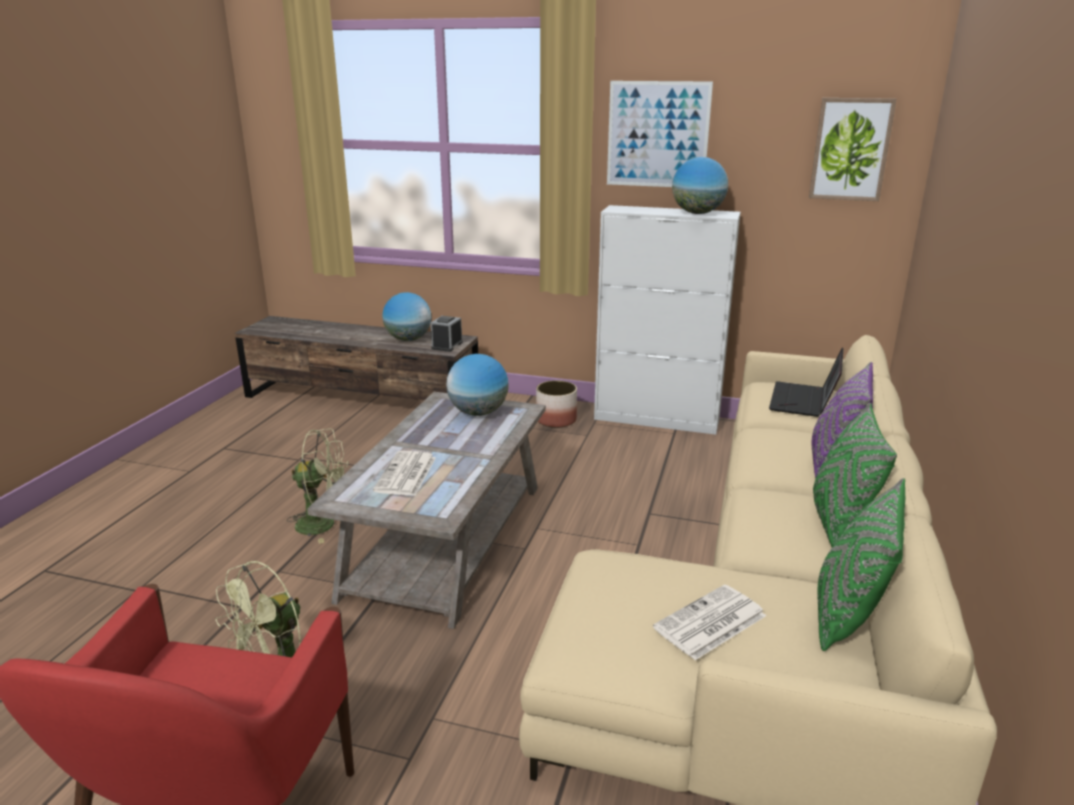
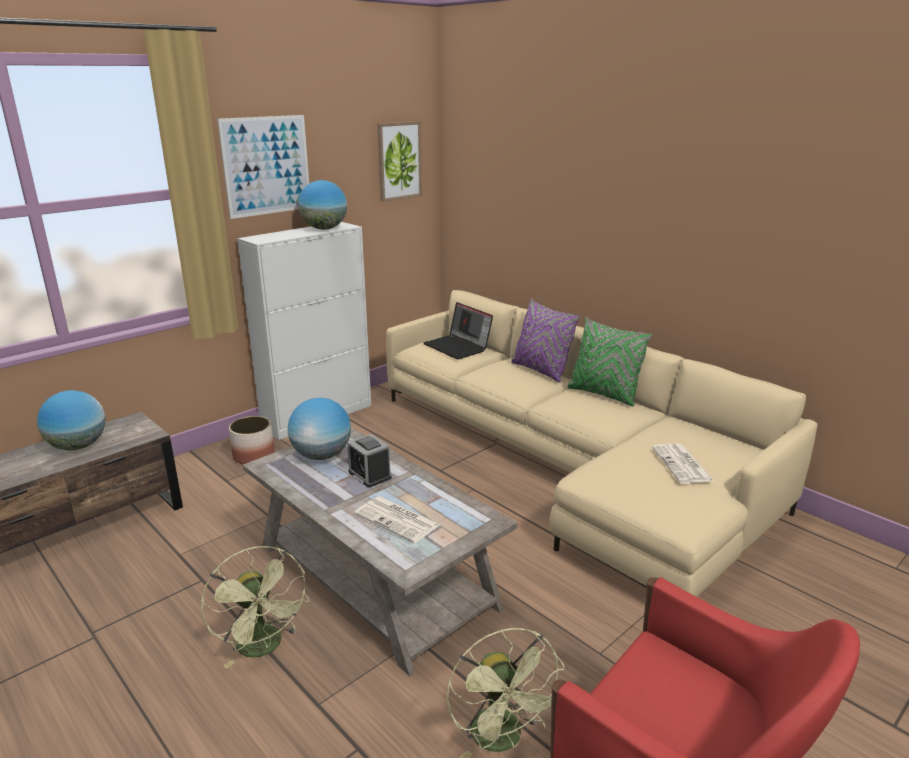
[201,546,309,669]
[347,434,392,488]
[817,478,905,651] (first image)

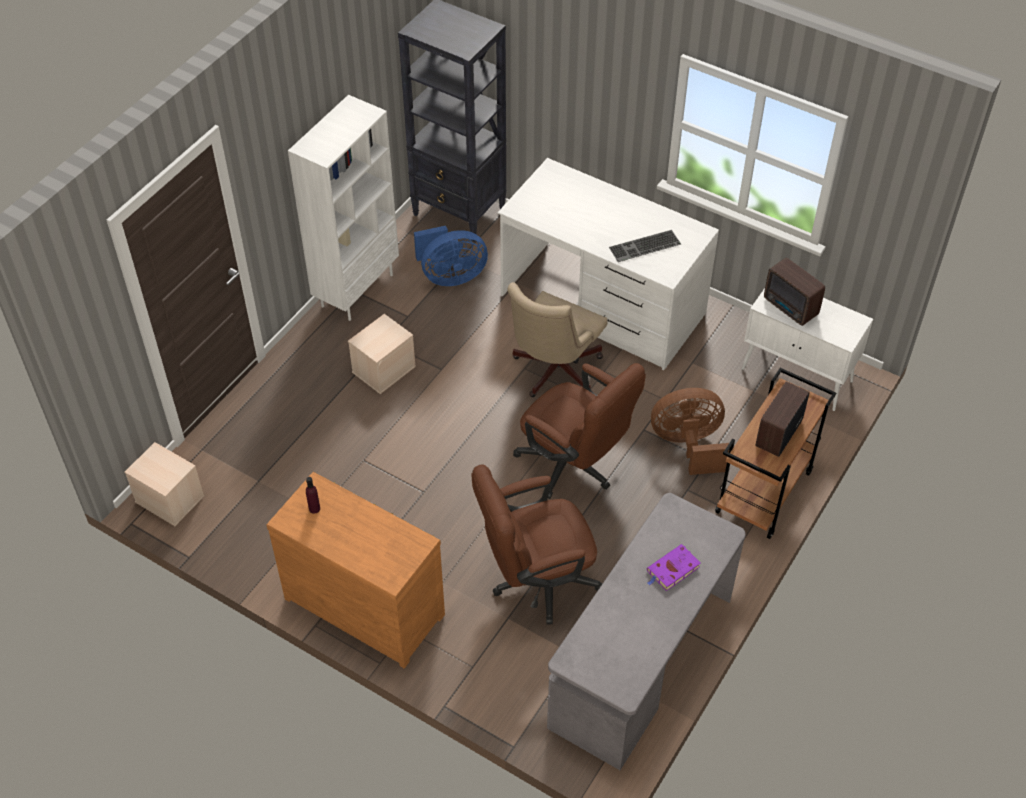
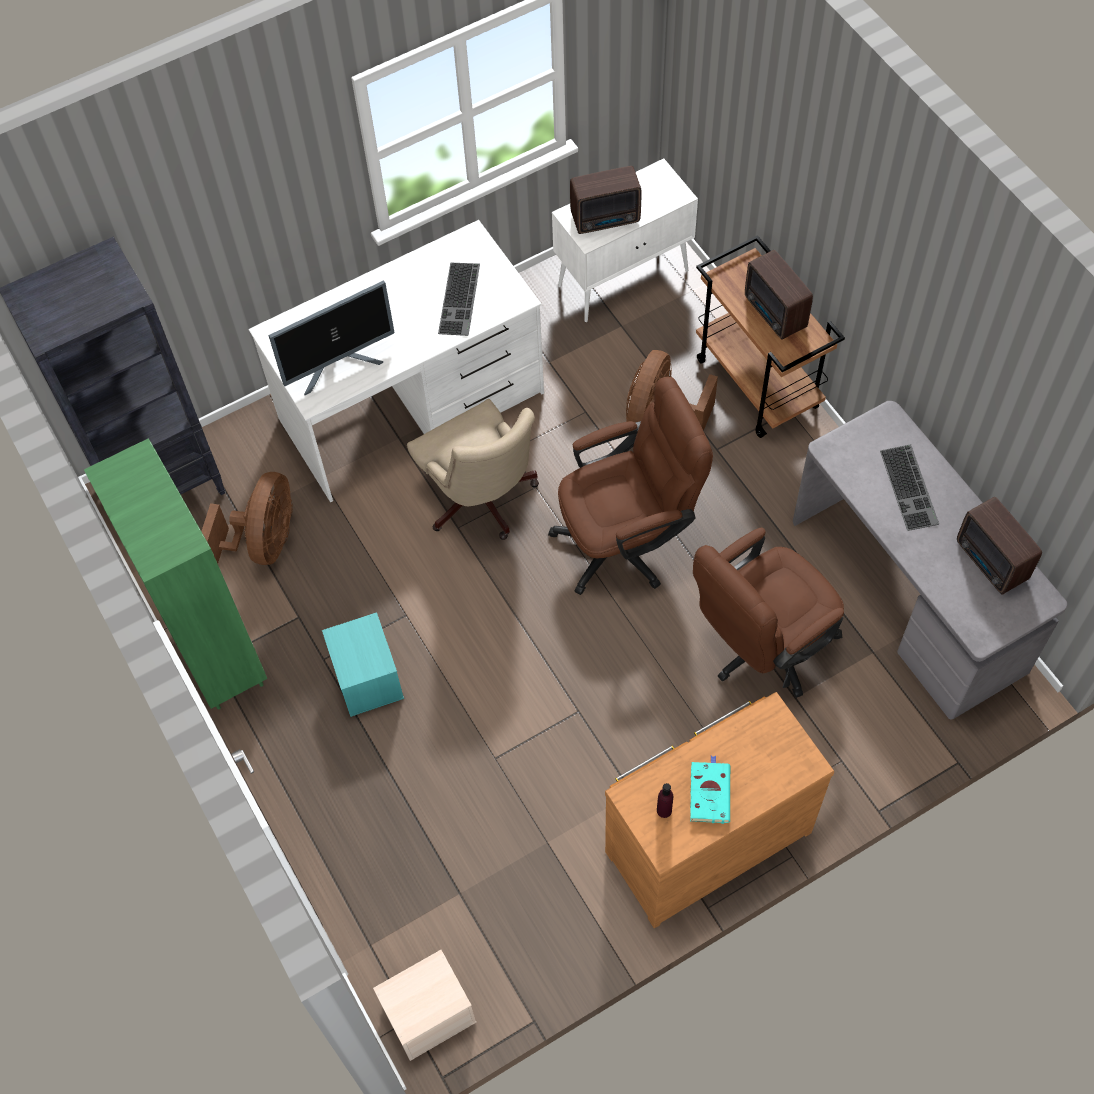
[84,439,267,710]
[201,472,293,565]
[269,281,395,395]
[322,612,404,717]
[690,756,730,824]
[693,528,844,698]
[880,444,939,531]
[957,497,1042,595]

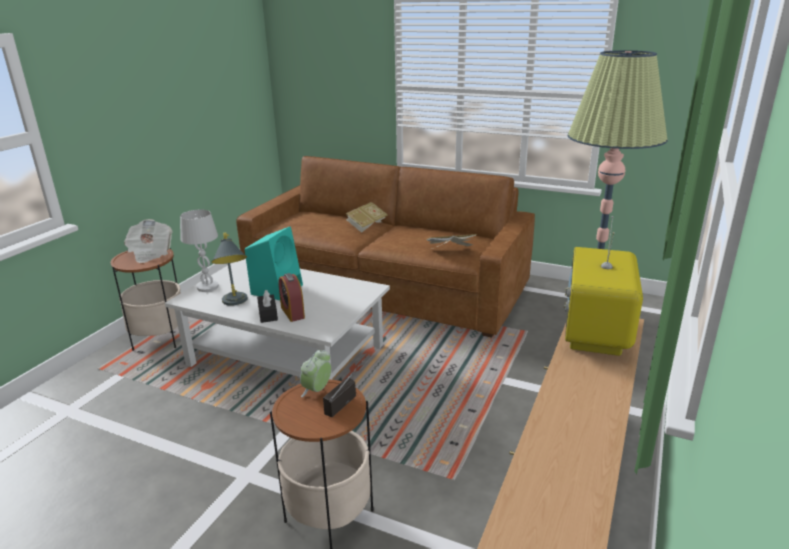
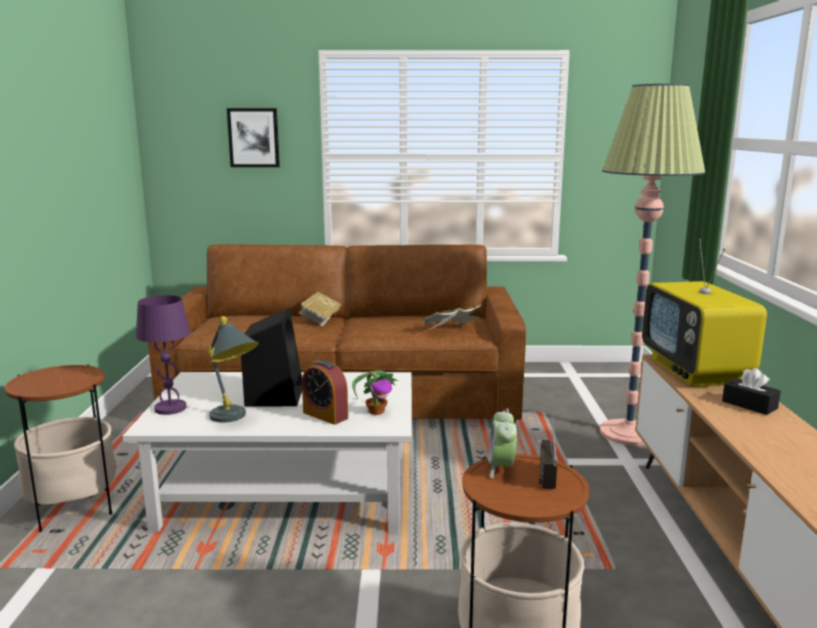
[136,295,190,415]
[227,108,280,167]
[241,307,302,407]
[352,370,398,415]
[722,368,781,415]
[124,219,173,263] (first image)

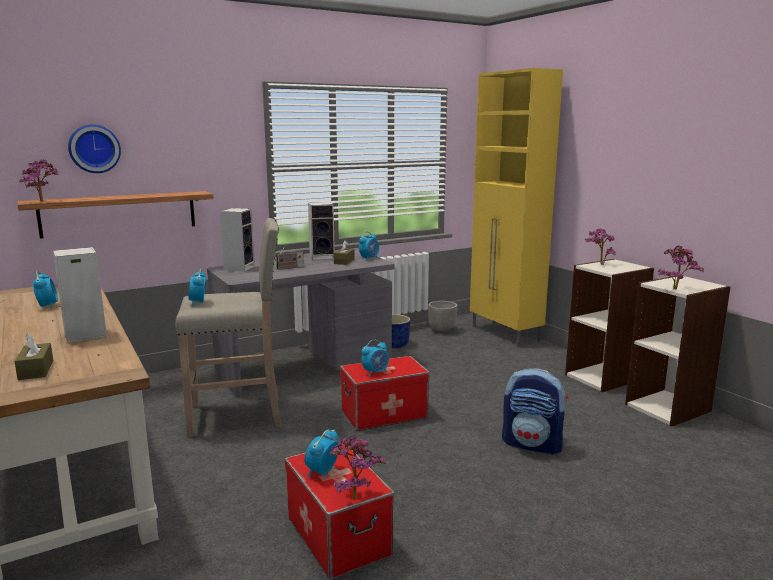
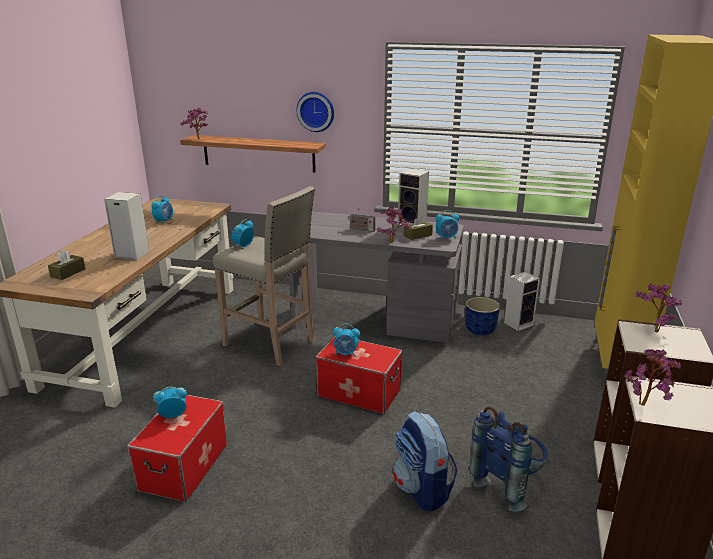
[296,92,334,132]
[377,206,411,243]
[469,406,548,512]
[504,272,540,331]
[428,301,458,333] (first image)

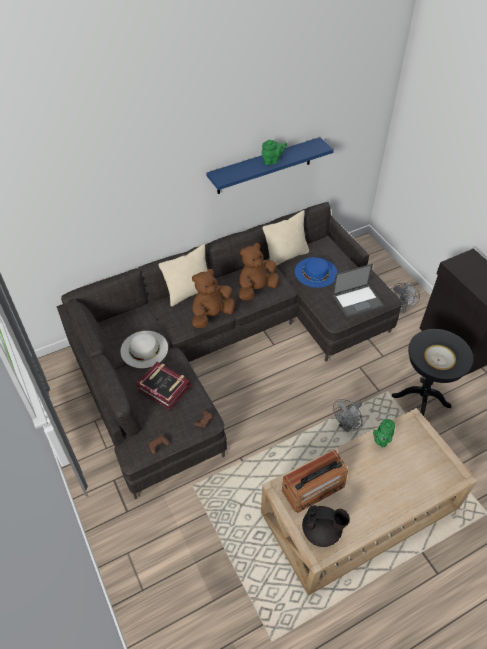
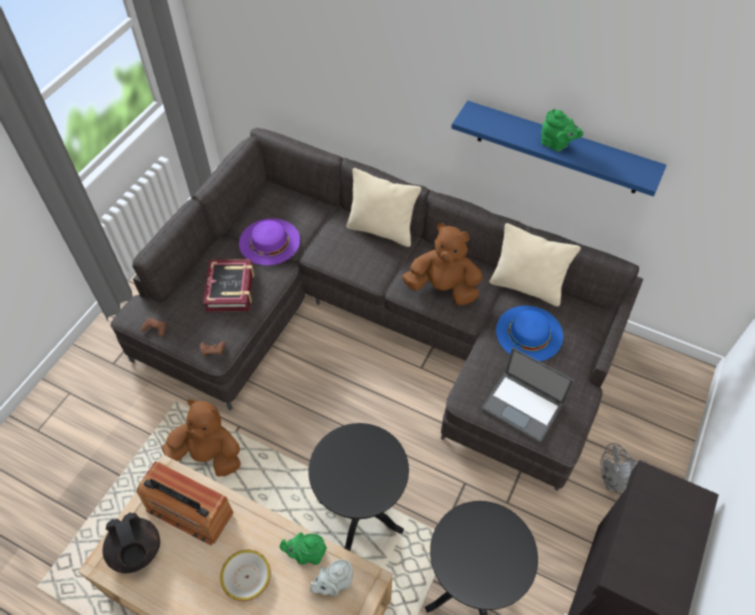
[162,399,241,476]
[220,549,271,601]
[239,218,300,265]
[308,423,409,551]
[310,559,353,596]

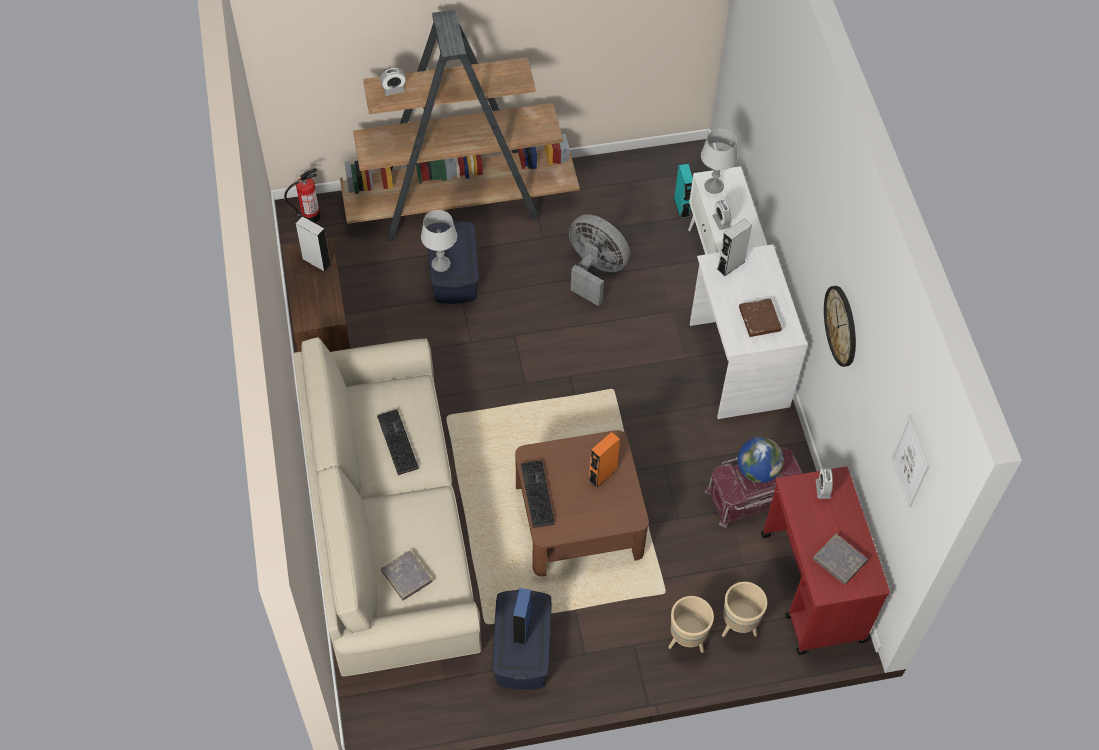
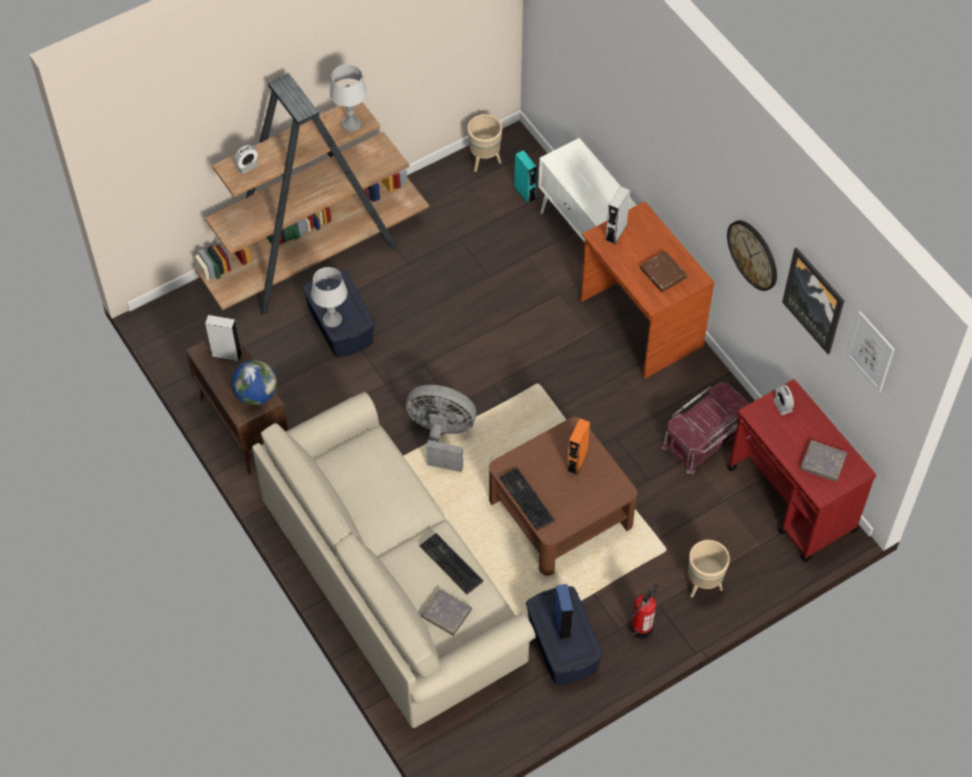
[232,360,277,405]
[330,64,367,132]
[406,385,476,472]
[420,533,483,594]
[467,114,502,172]
[581,201,714,379]
[628,583,658,639]
[782,247,844,354]
[713,200,731,230] (first image)

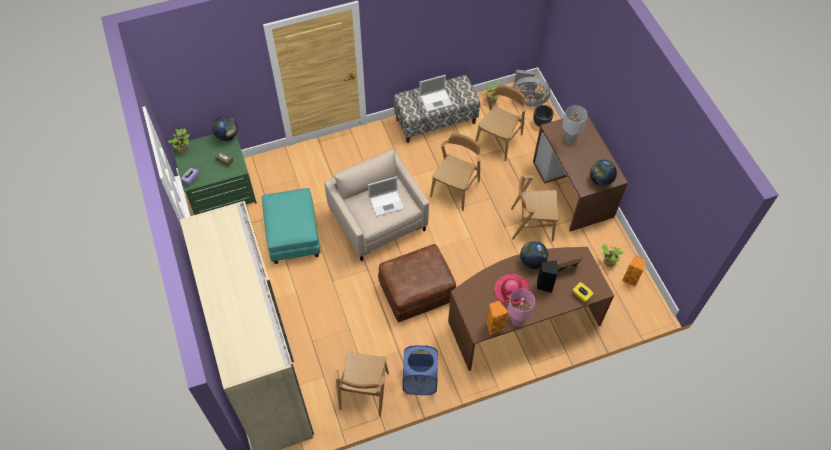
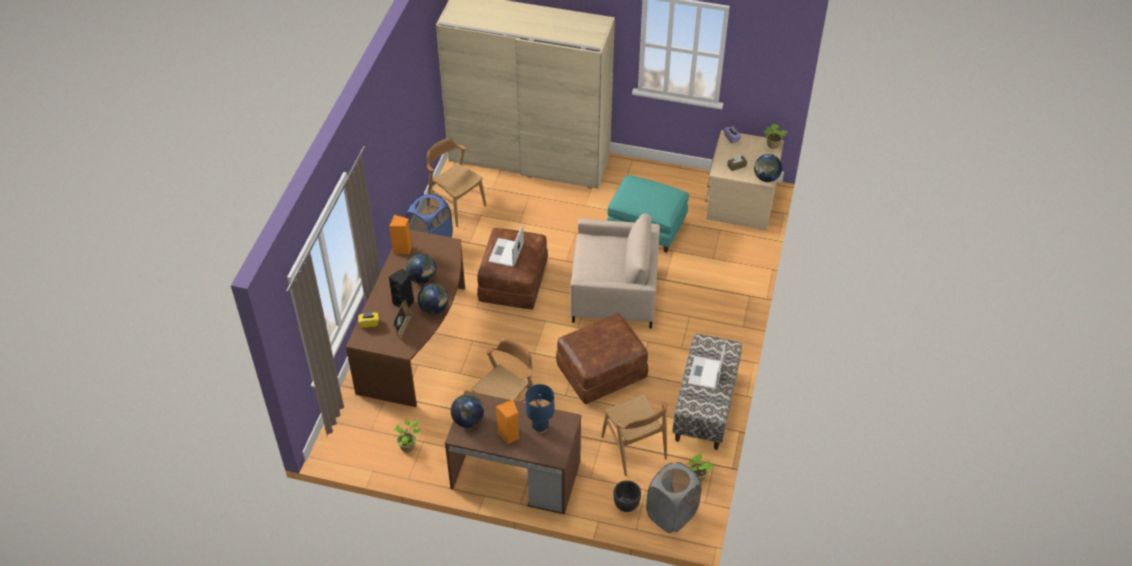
[406,253,436,284]
[488,225,524,267]
[496,399,519,444]
[525,384,554,434]
[556,313,648,404]
[646,462,702,533]
[705,130,784,230]
[508,289,535,326] (first image)

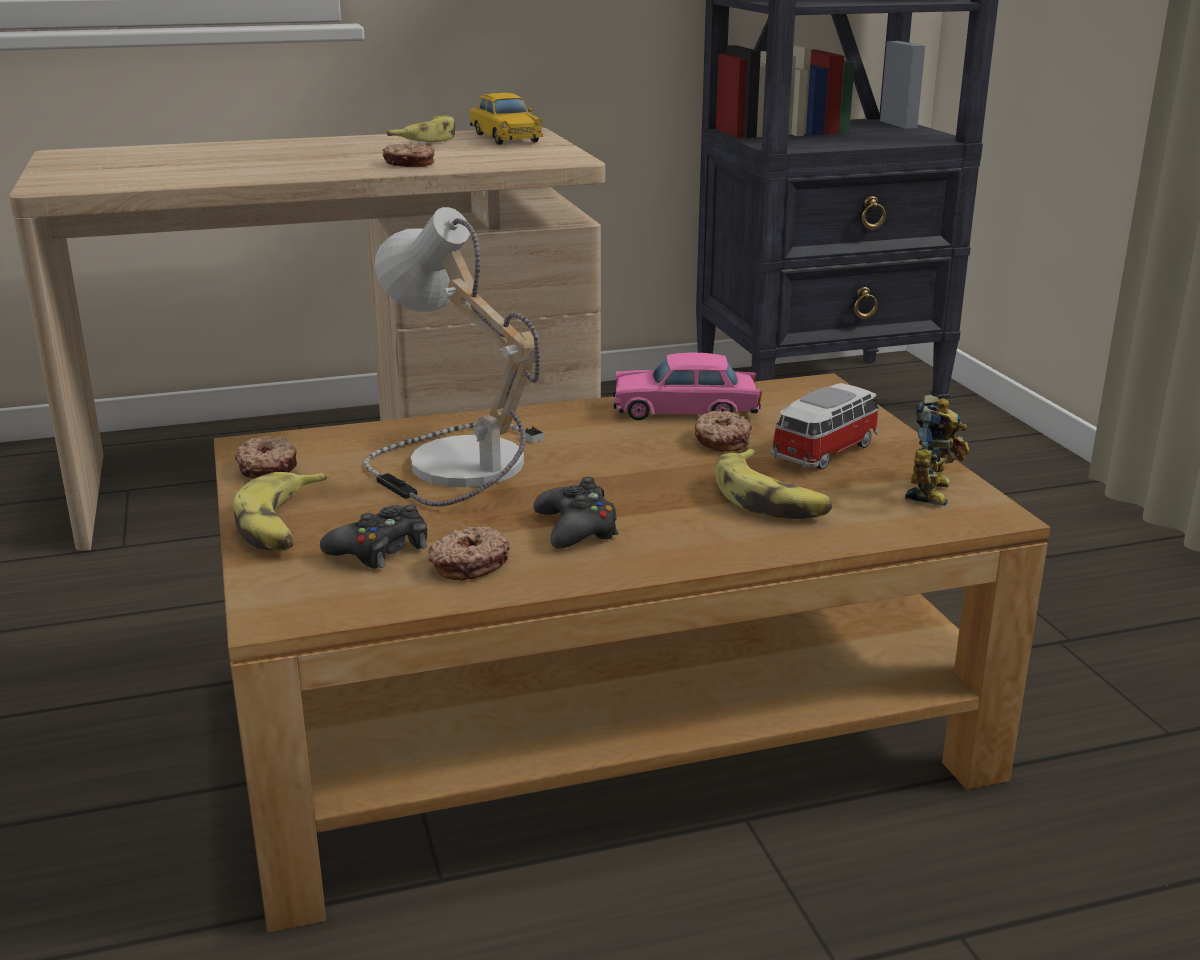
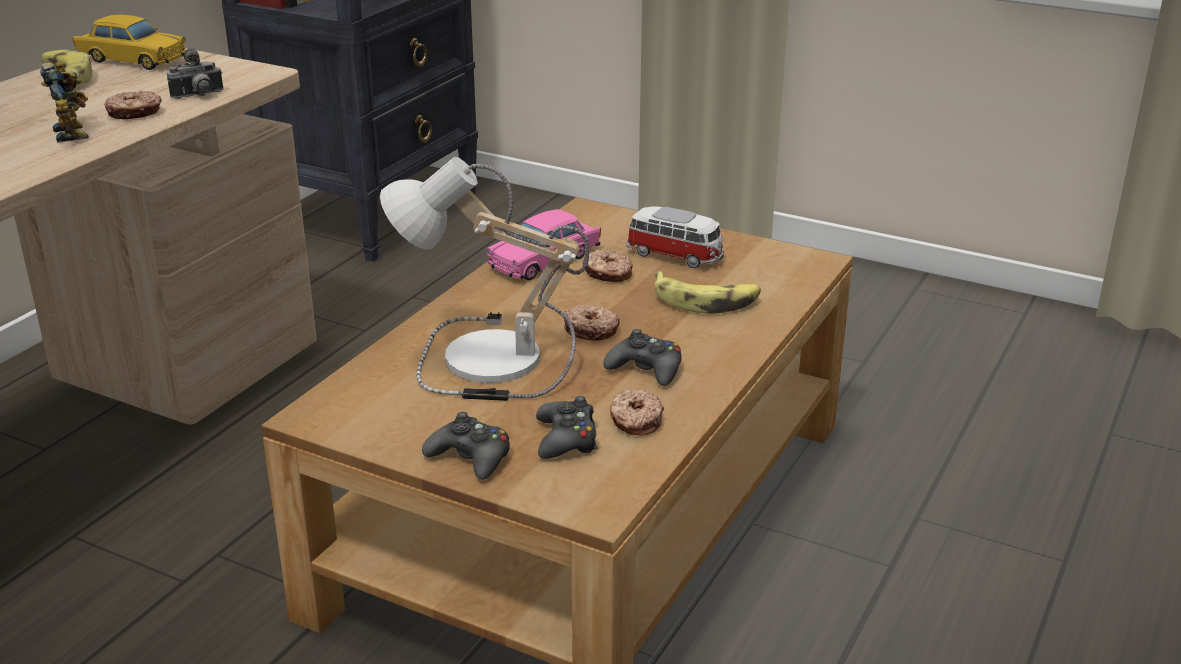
[40,61,89,143]
[167,48,223,99]
[422,412,510,480]
[564,305,620,341]
[626,206,724,268]

